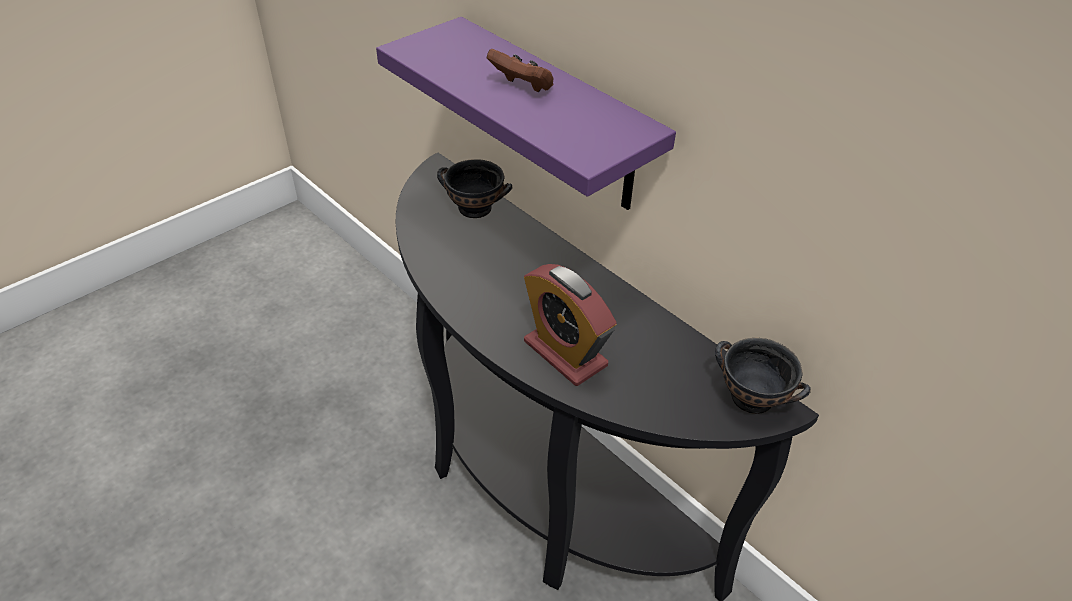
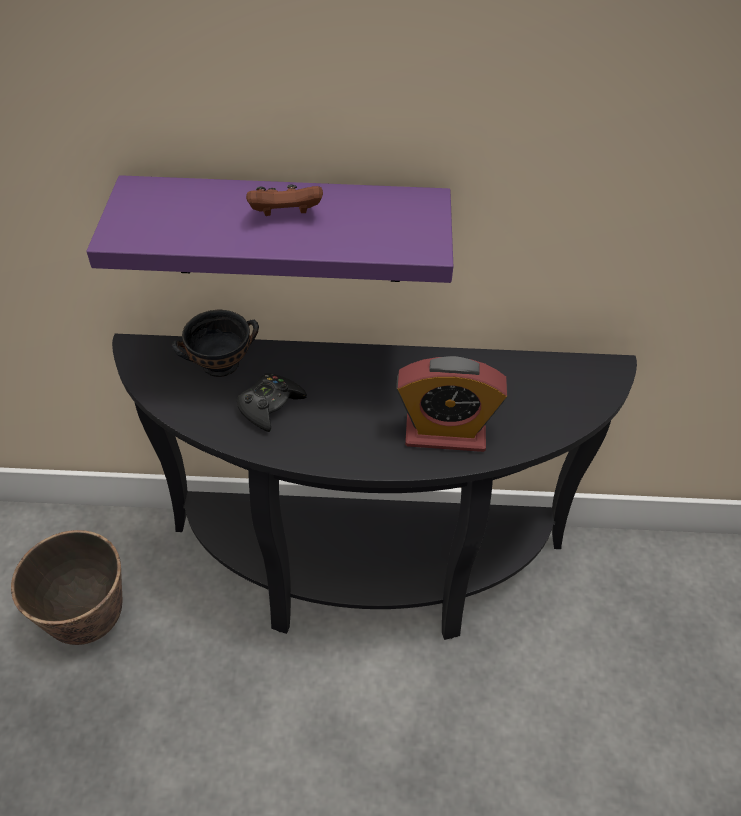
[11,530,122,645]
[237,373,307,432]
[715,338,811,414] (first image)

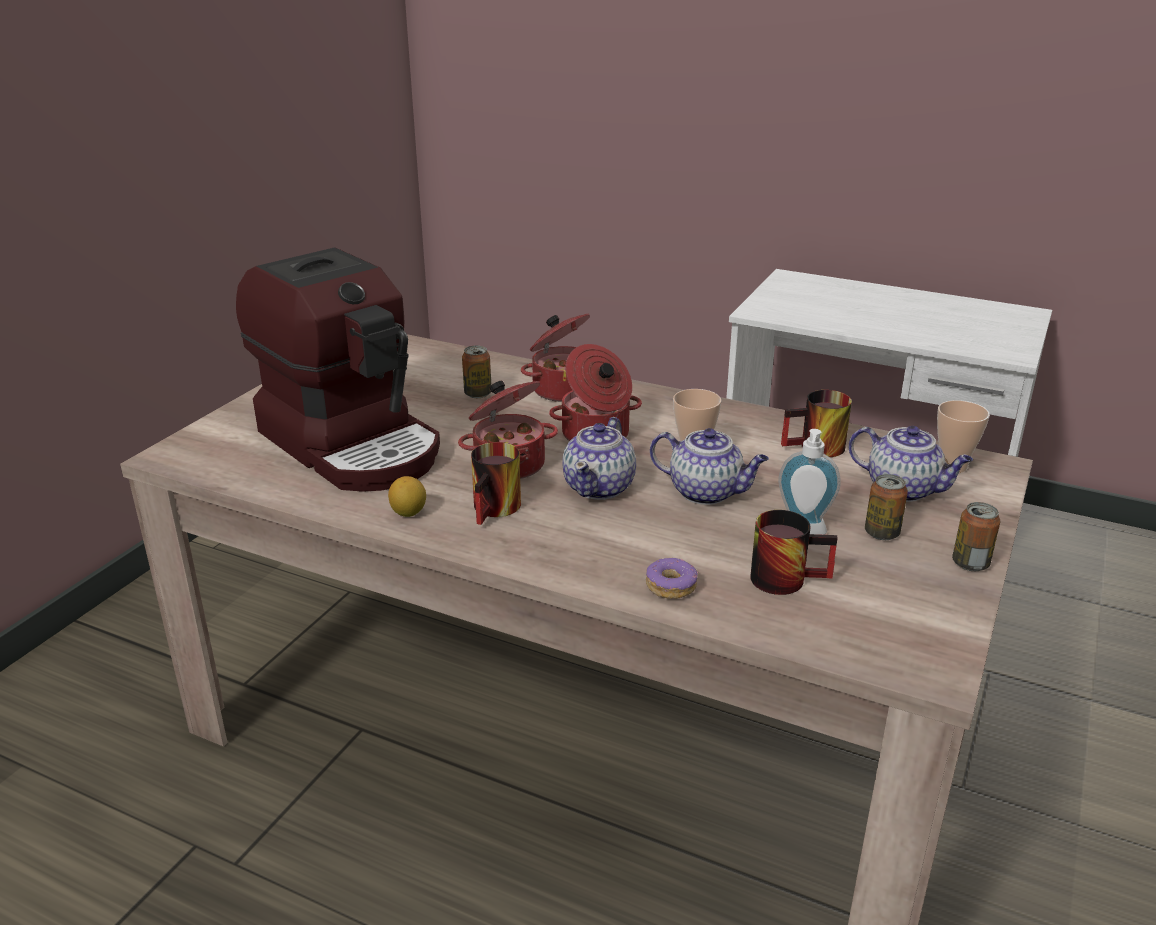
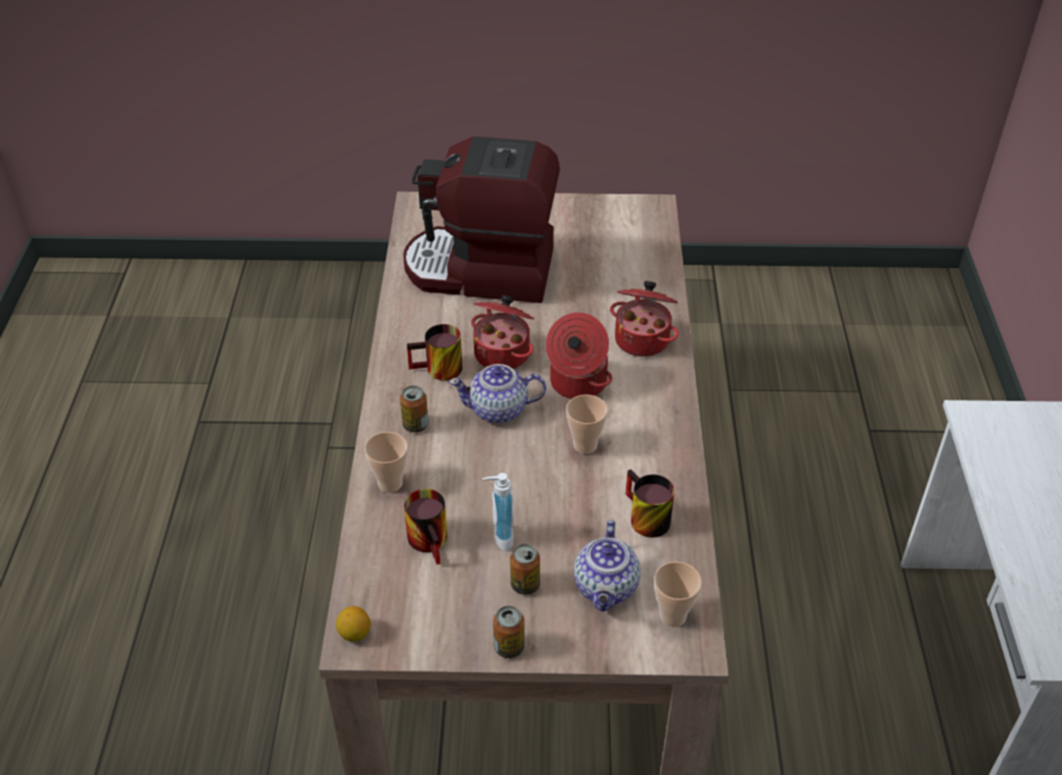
[336,606,371,642]
[364,432,408,493]
[400,386,429,433]
[403,136,560,303]
[650,428,769,505] (first image)

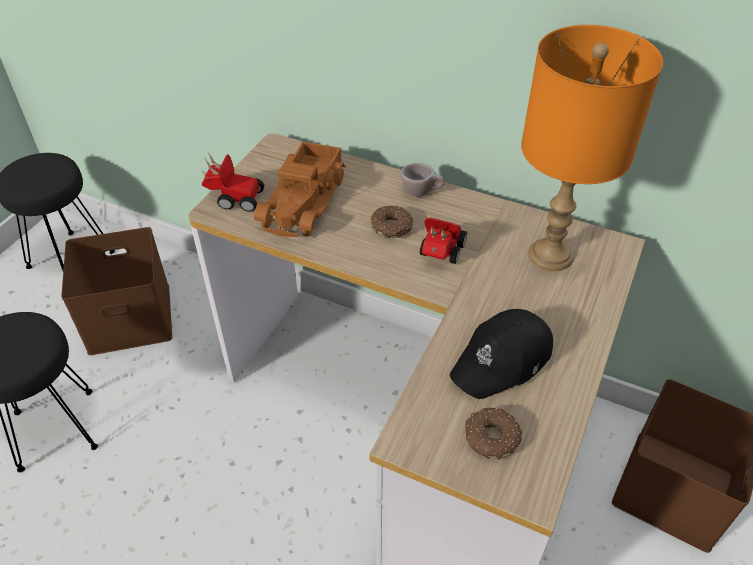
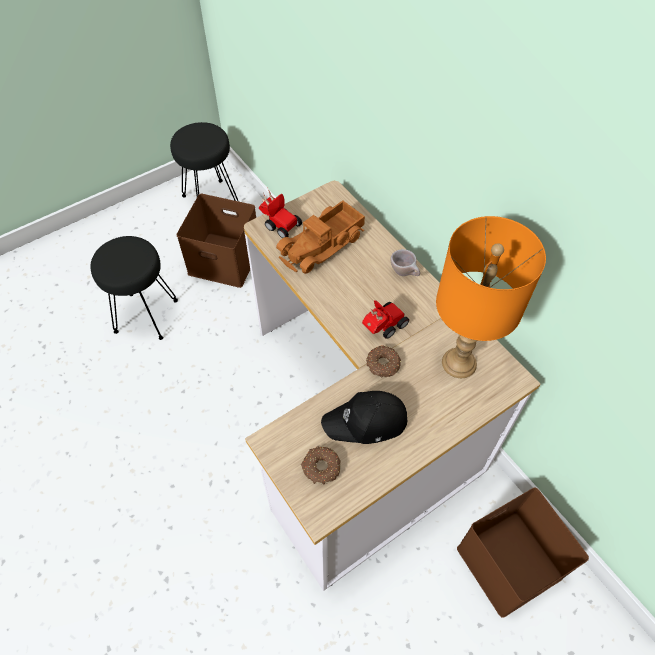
[366,346,401,378]

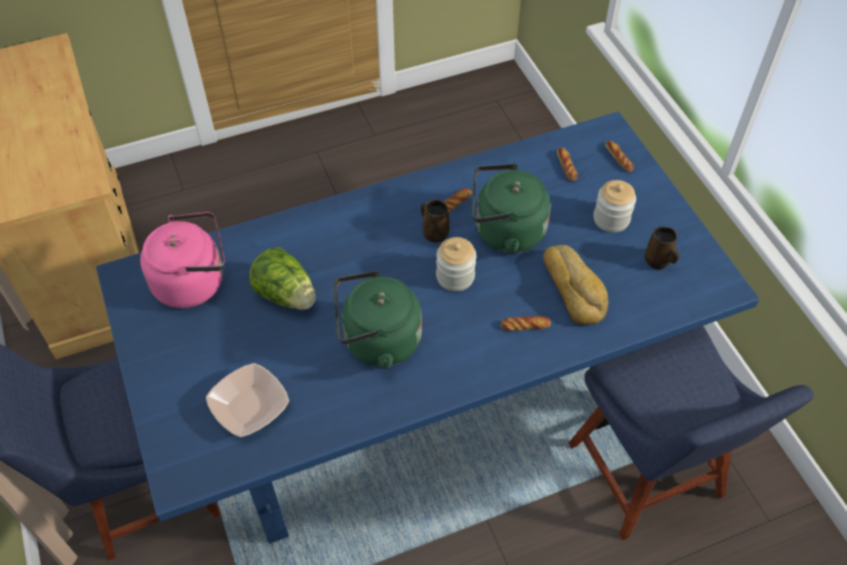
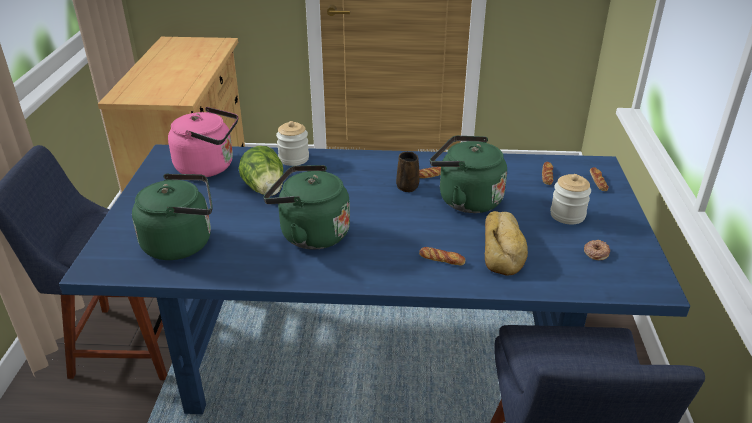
[132,173,213,260]
[276,121,309,166]
[584,240,610,260]

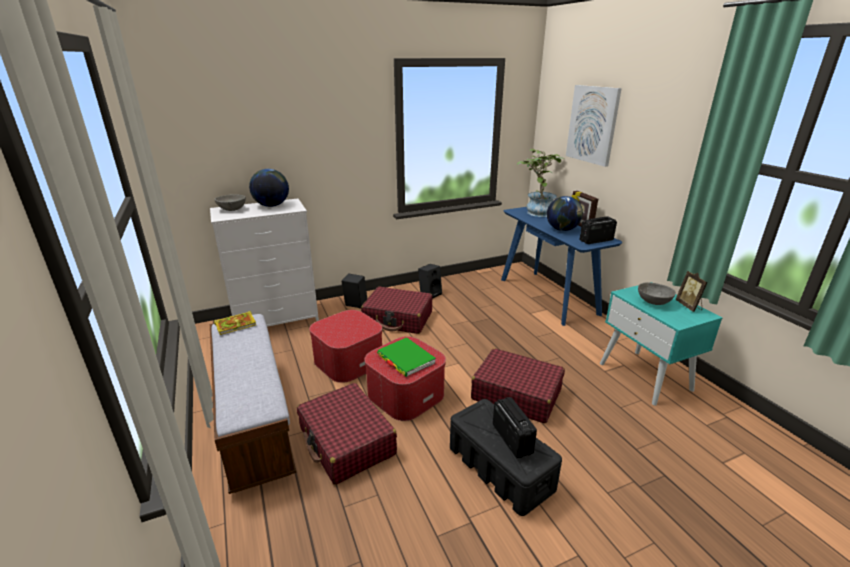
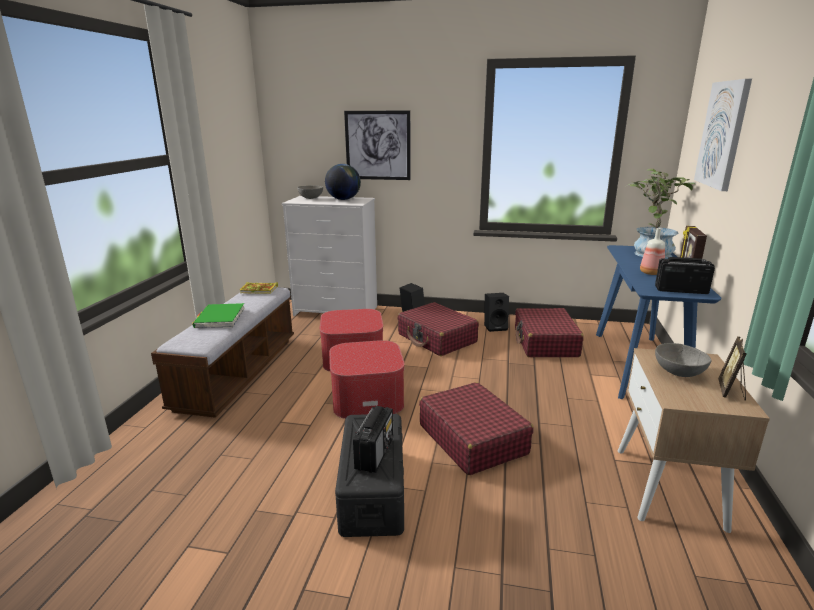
[192,303,244,328]
[344,111,411,180]
[515,308,584,357]
[618,348,770,533]
[640,228,665,275]

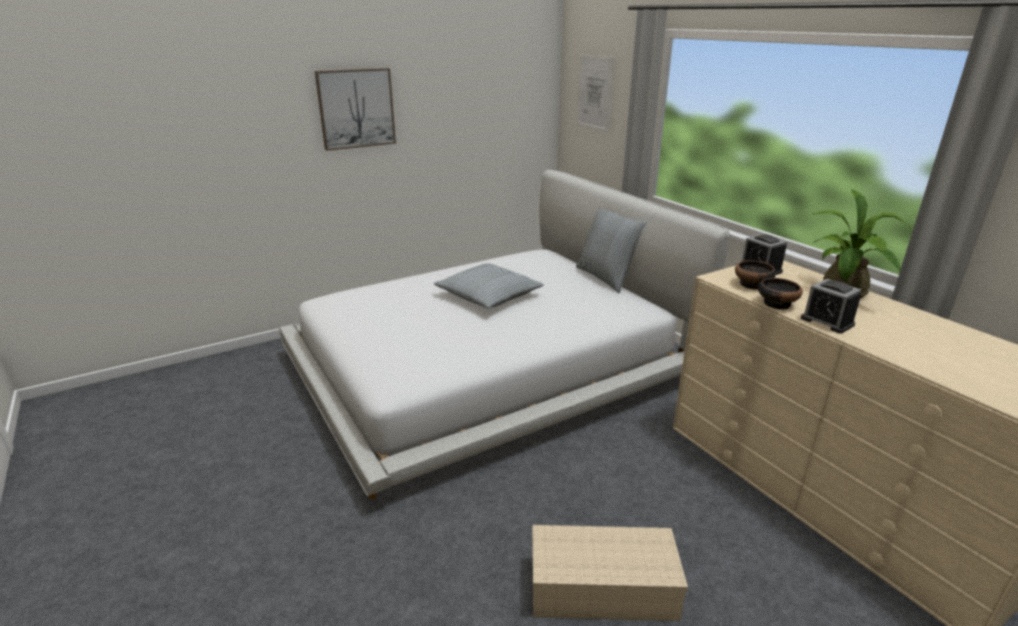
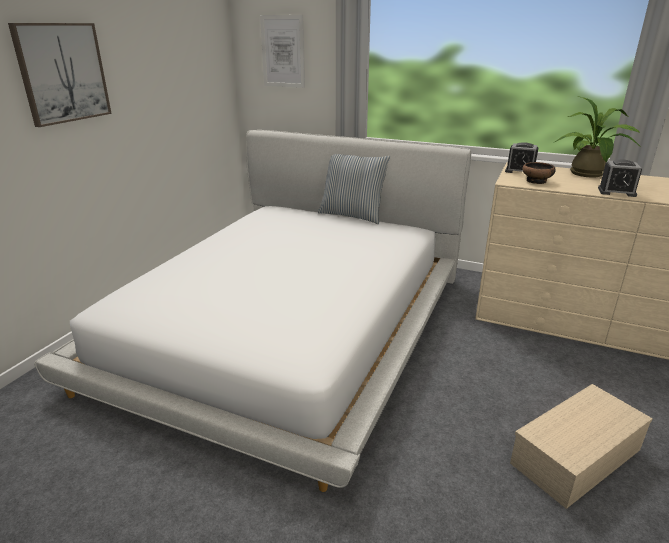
[434,264,544,309] (first image)
[758,278,803,310] (first image)

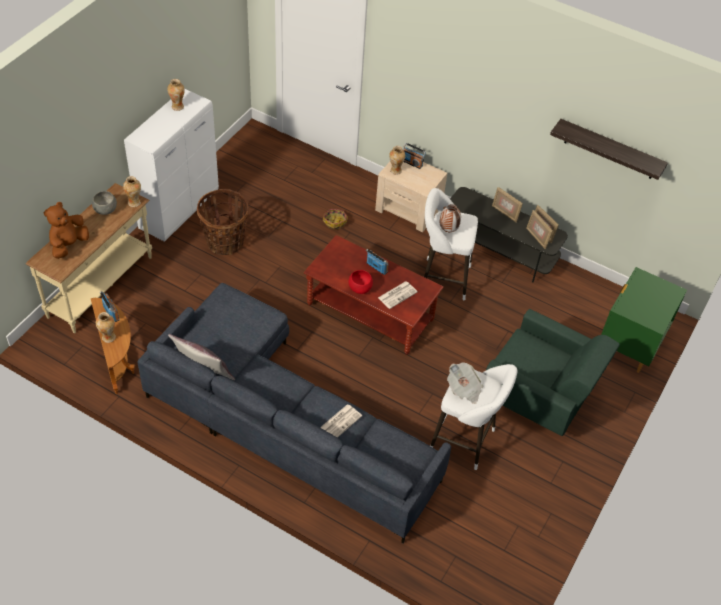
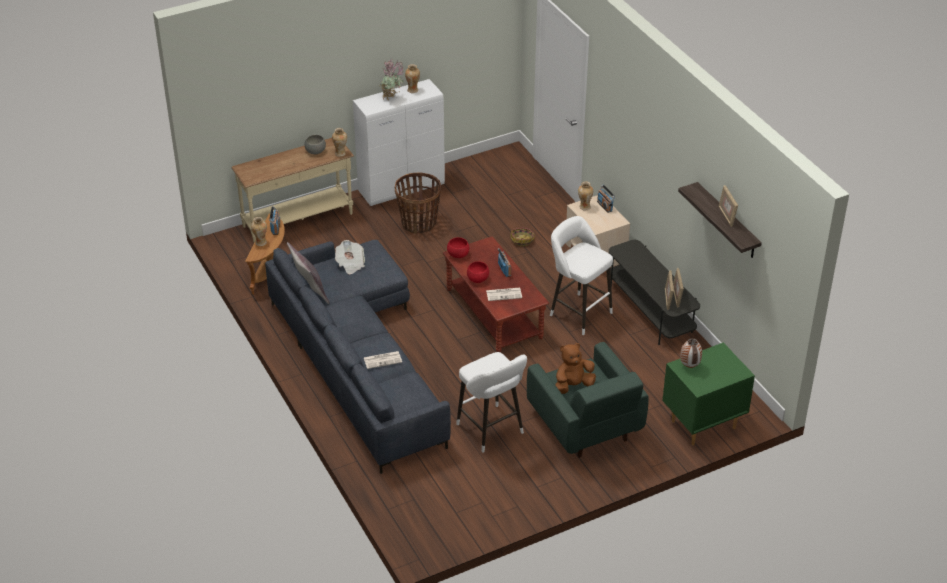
[335,240,365,274]
[379,57,404,100]
[447,237,469,258]
[555,343,596,394]
[680,338,702,368]
[718,185,738,227]

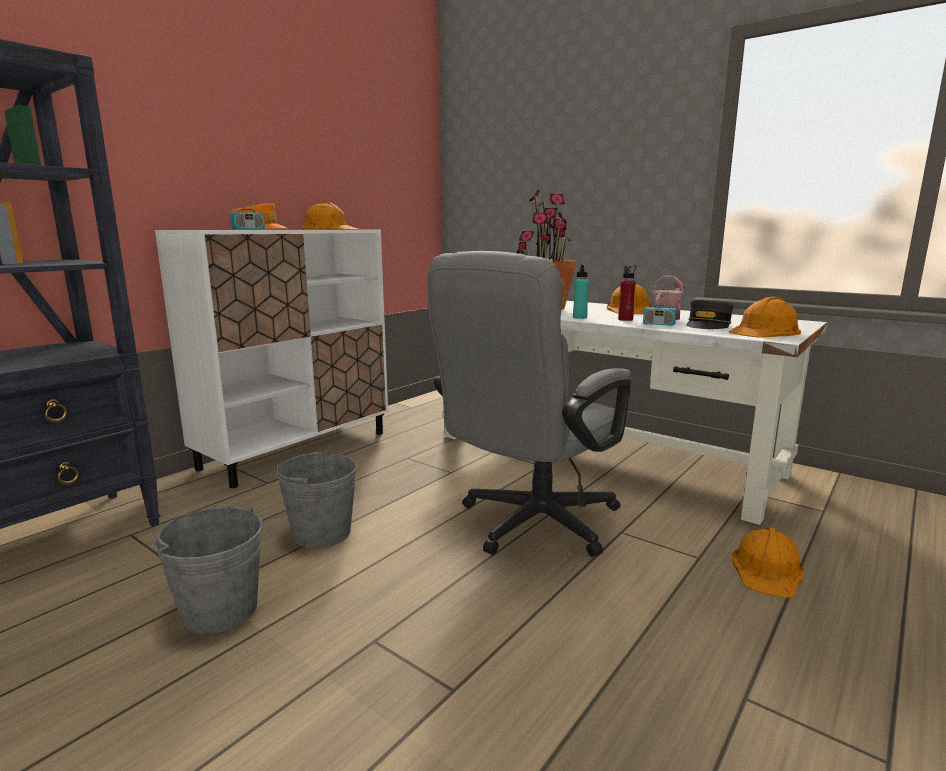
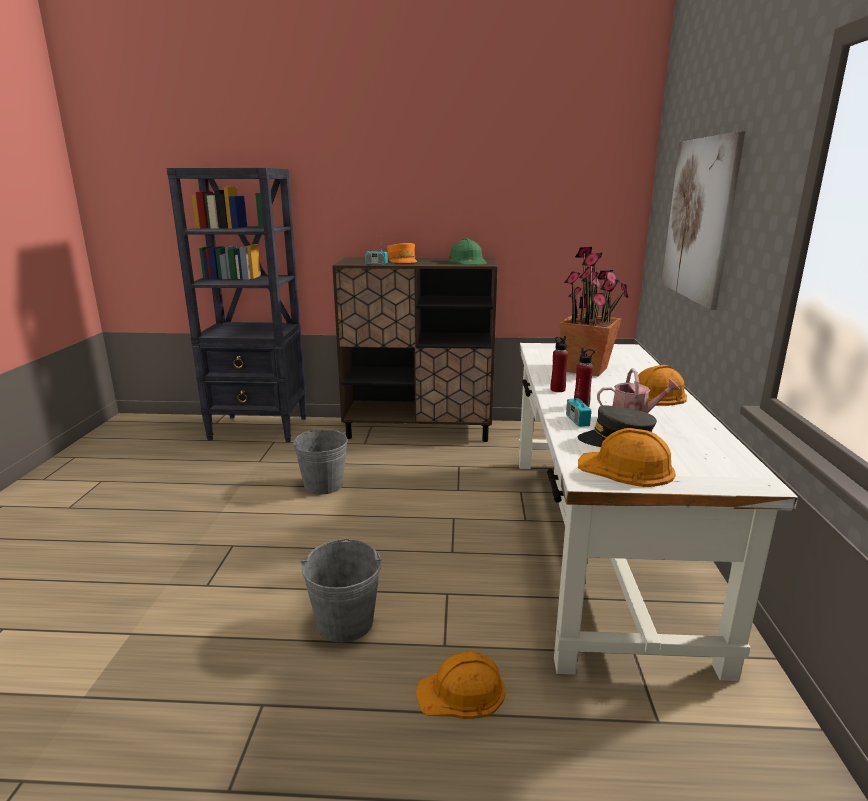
[300,538,382,643]
[332,258,498,442]
[447,238,487,265]
[551,336,568,392]
[661,131,745,310]
[427,251,631,557] (first image)

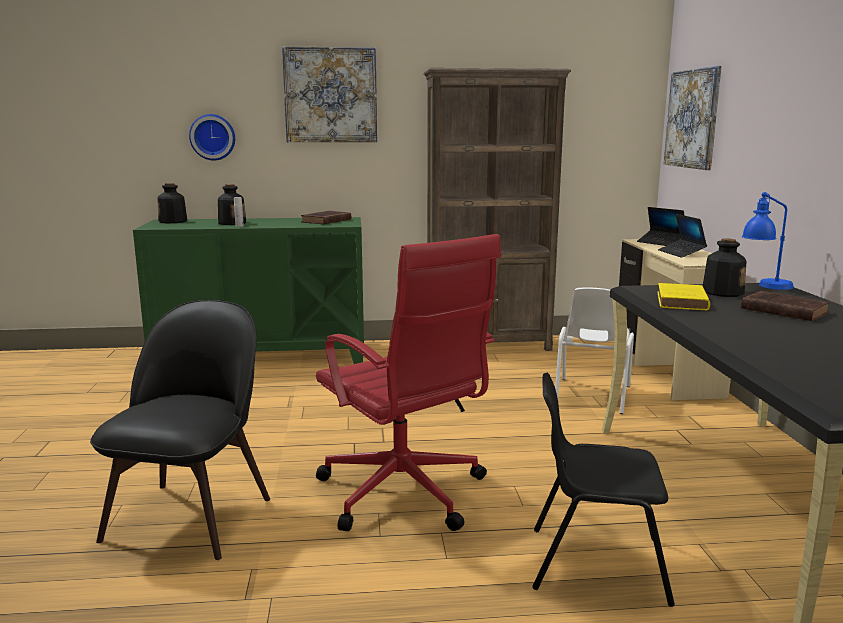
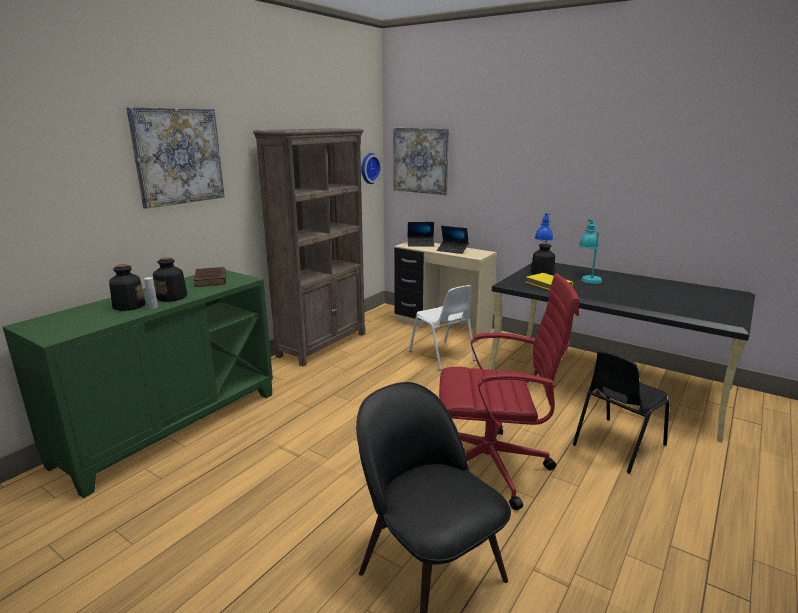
[153,257,187,302]
[361,153,382,184]
[579,219,602,284]

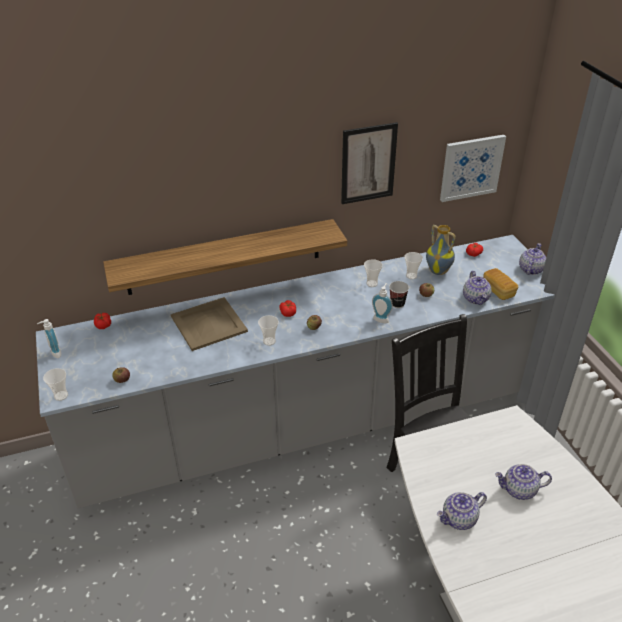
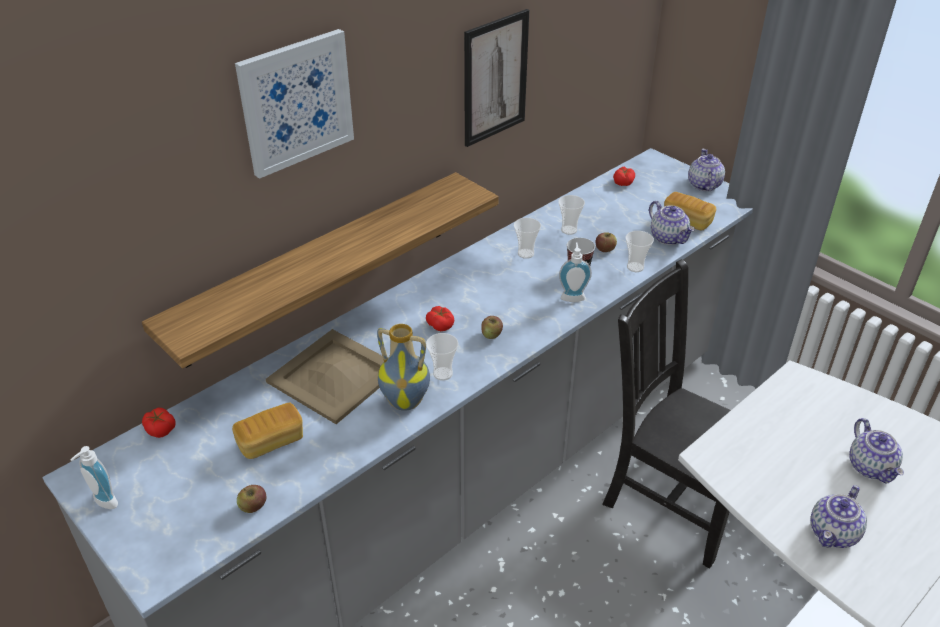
[232,402,303,459]
[235,29,354,179]
[377,324,430,411]
[626,231,654,272]
[849,418,904,483]

